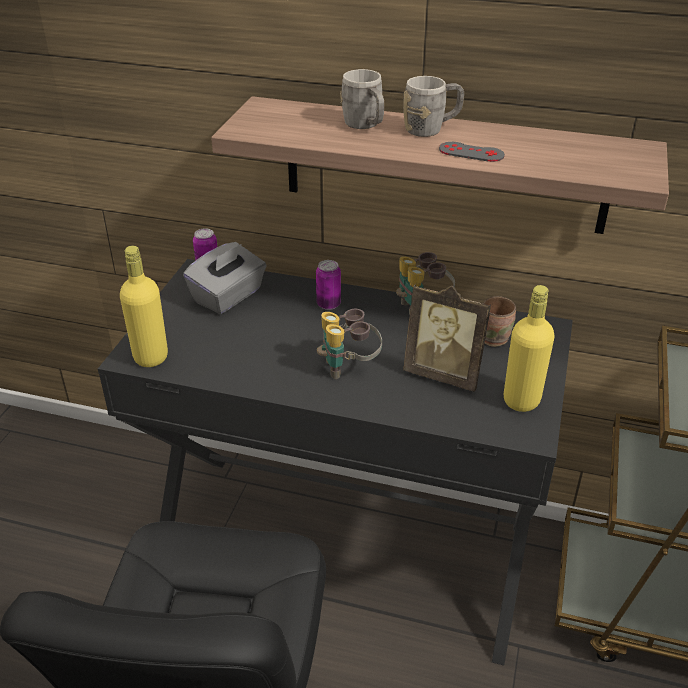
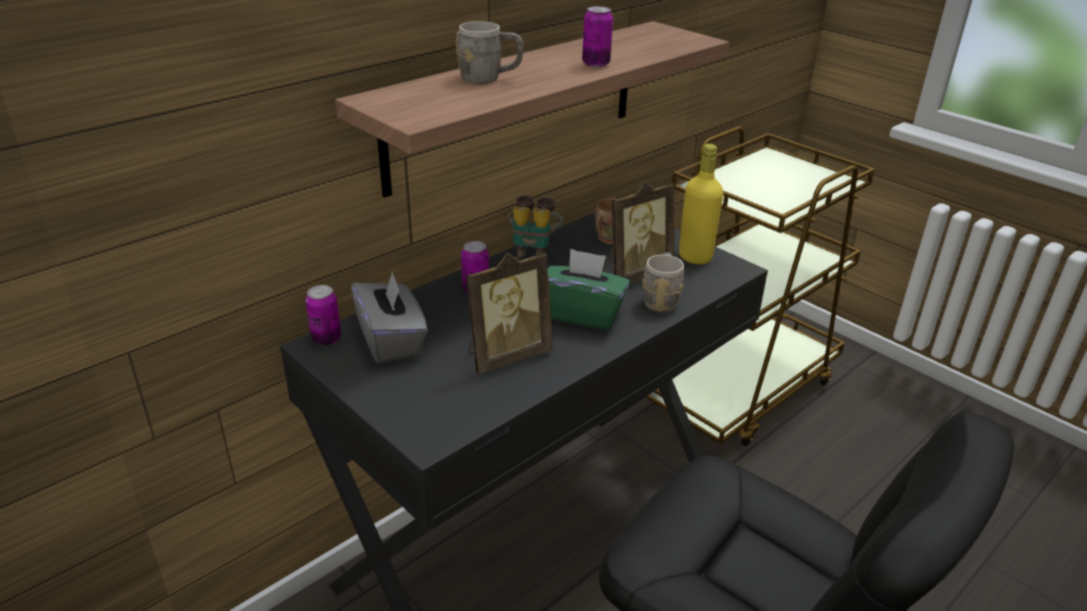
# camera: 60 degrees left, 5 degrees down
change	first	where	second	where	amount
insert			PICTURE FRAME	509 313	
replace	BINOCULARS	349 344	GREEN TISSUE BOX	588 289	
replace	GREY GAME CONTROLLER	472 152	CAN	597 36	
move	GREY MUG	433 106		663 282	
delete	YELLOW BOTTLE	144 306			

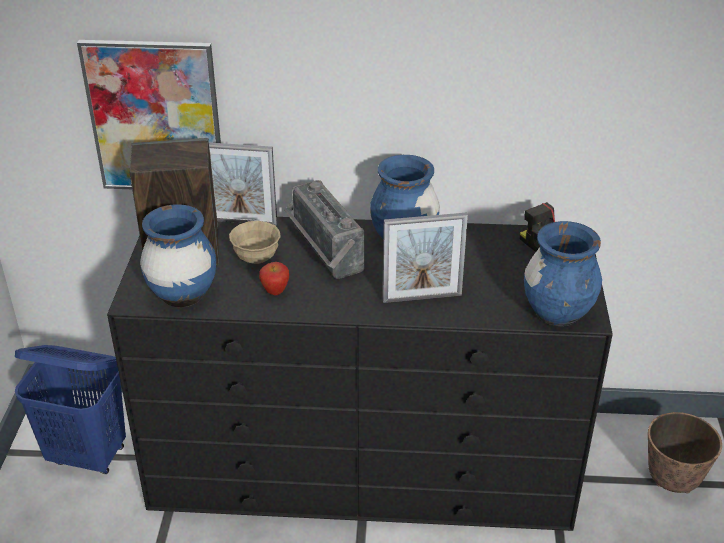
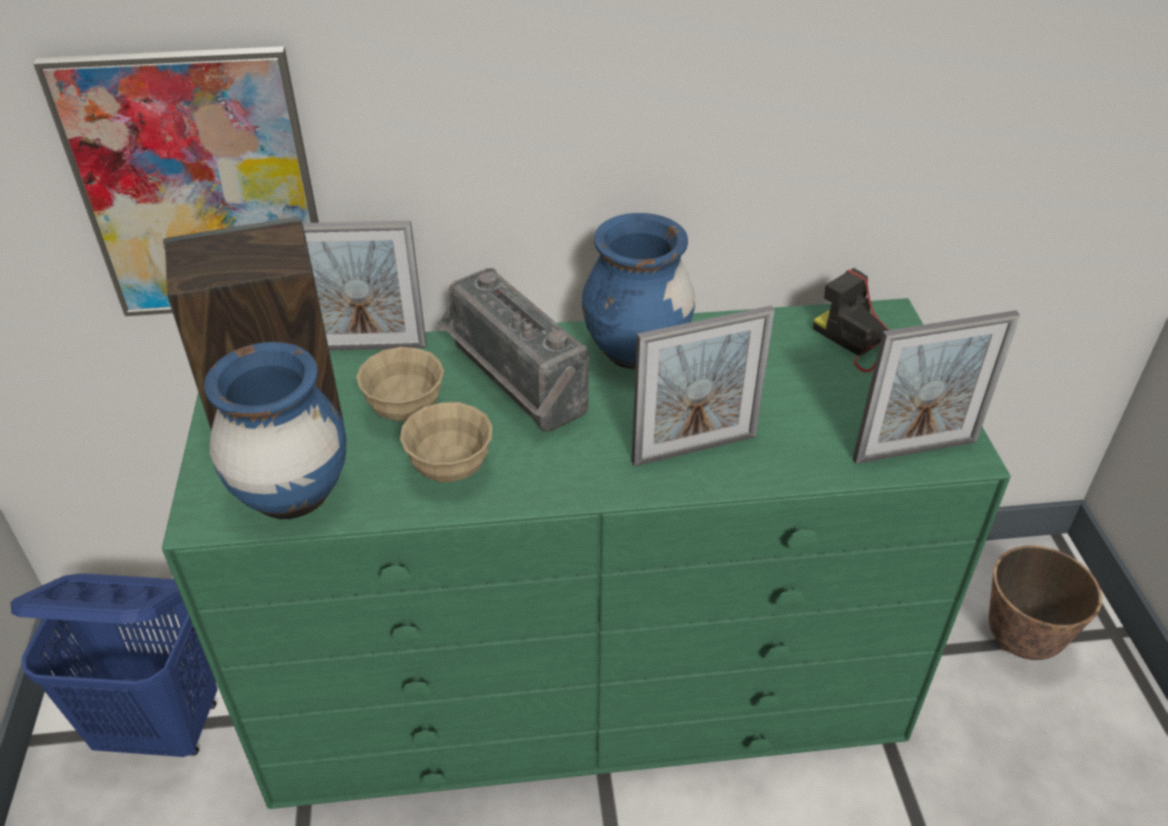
# camera: 10 degrees left, 5 degrees up
change	first	where	second	where	amount
recolor	BLACK DRESSER	360 374	GREEN DRESSER	586 553	
replace	APPLE	274 278	BEIGE BOWL	446 442	
replace	BLUE VASE	563 273	PICTURE FRAME	936 387	

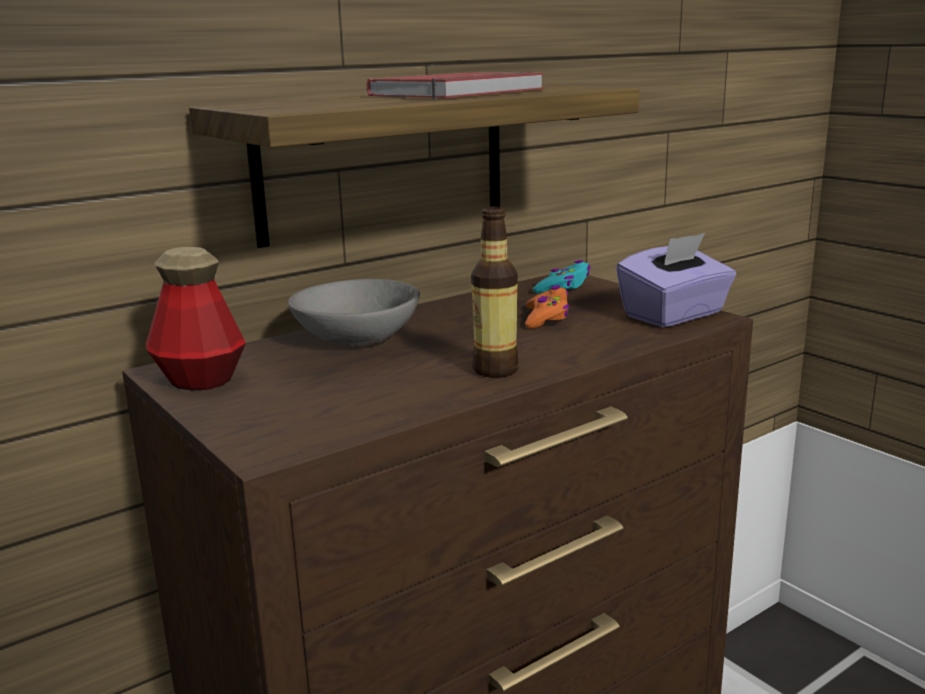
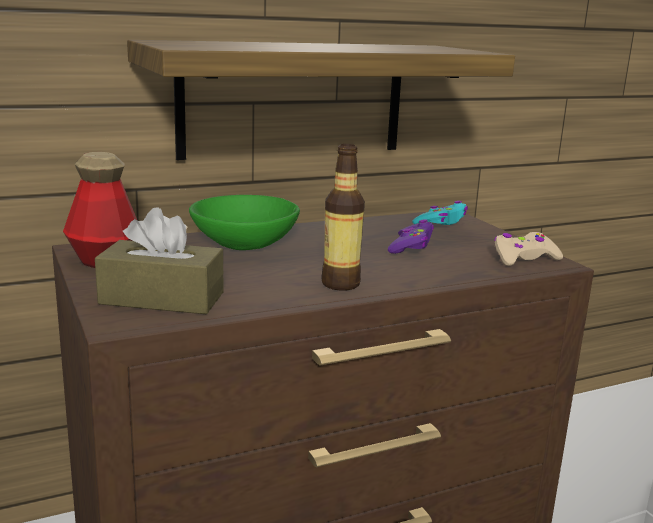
# camera: 10 degrees right, 0 degrees up
change	first	where	second	where	amount
insert			BROWN TISSUE BOX	159 260	
recolor	GREY BOWL	354 313	GREEN BOWL	244 222	
recolor	ORANGE GAME CONTROLLER	547 307	PURPLE GAME CONTROLLER	411 236	
replace	PURPLE TISSUE BOX	676 280	BEIGE GAME CONTROLLER	528 249	
delete	RED BOOK	455 85			

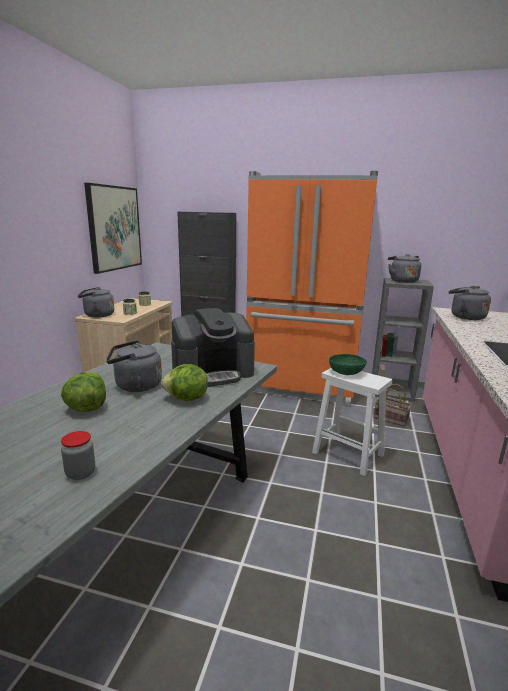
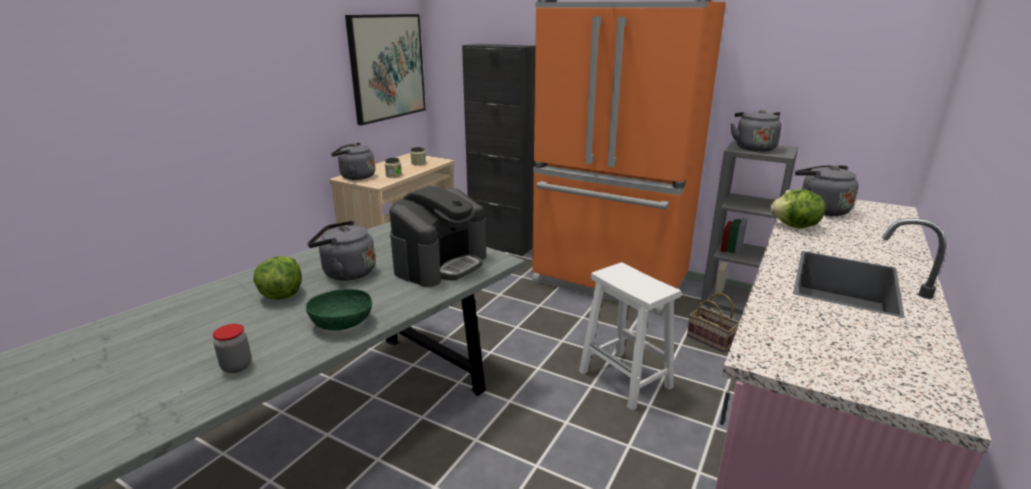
# camera: 15 degrees right, 5 degrees up
change	first	where	second	where	amount
move	GREEN BOWL	348 364		339 309	
rotate	COFFEE MACHINE	213 347		437 236	45 degrees counterclockwise
move	LETTUCE	184 382		797 209	

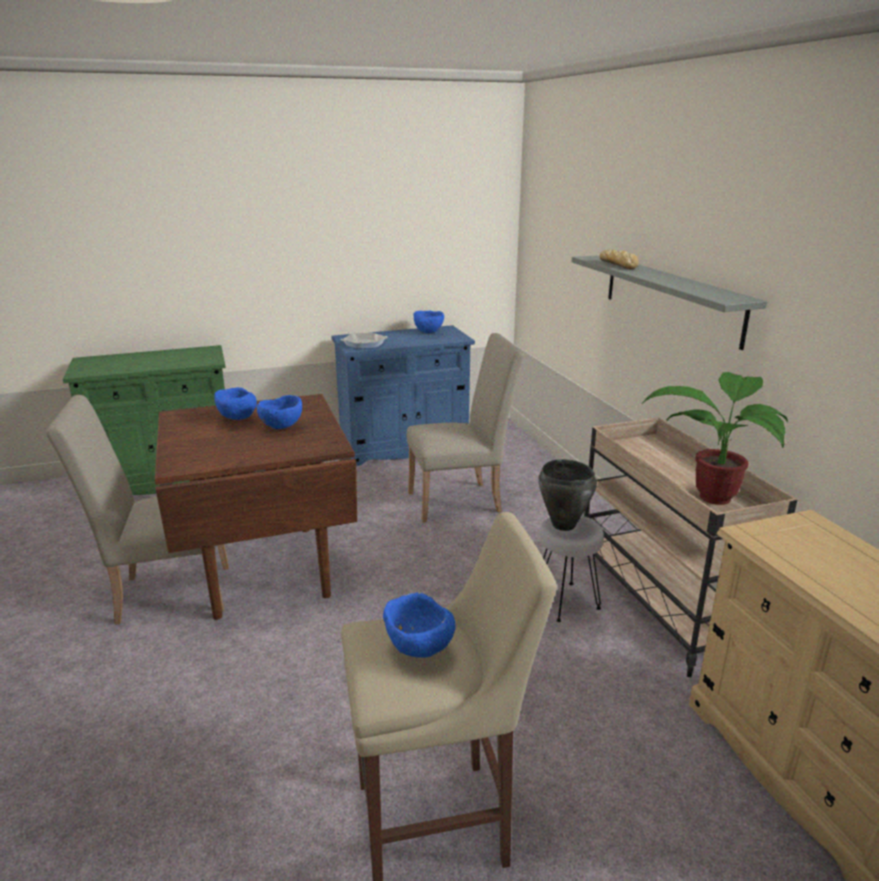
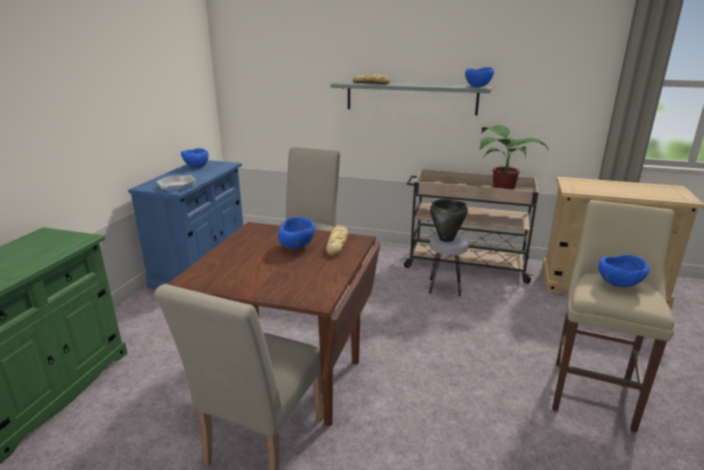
# camera: 55 degrees left, 0 degrees up
change	first	where	second	where	amount
insert			BREAD	336 241	
move	BLUE BOWL	235 403		479 77	

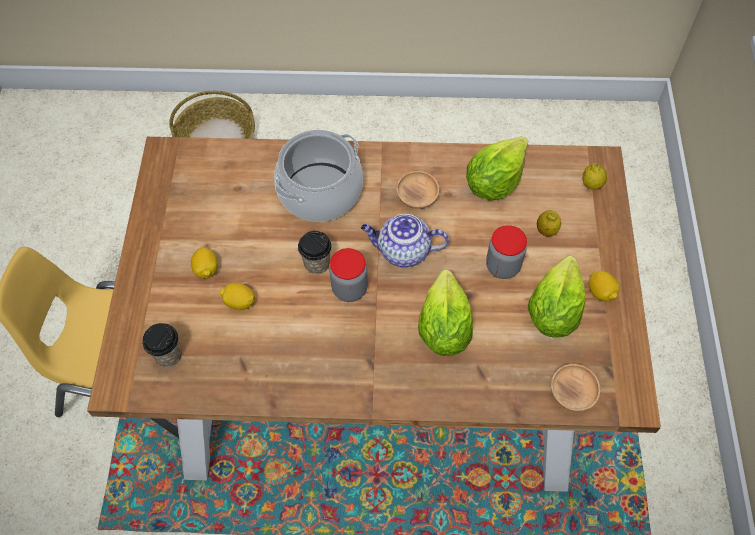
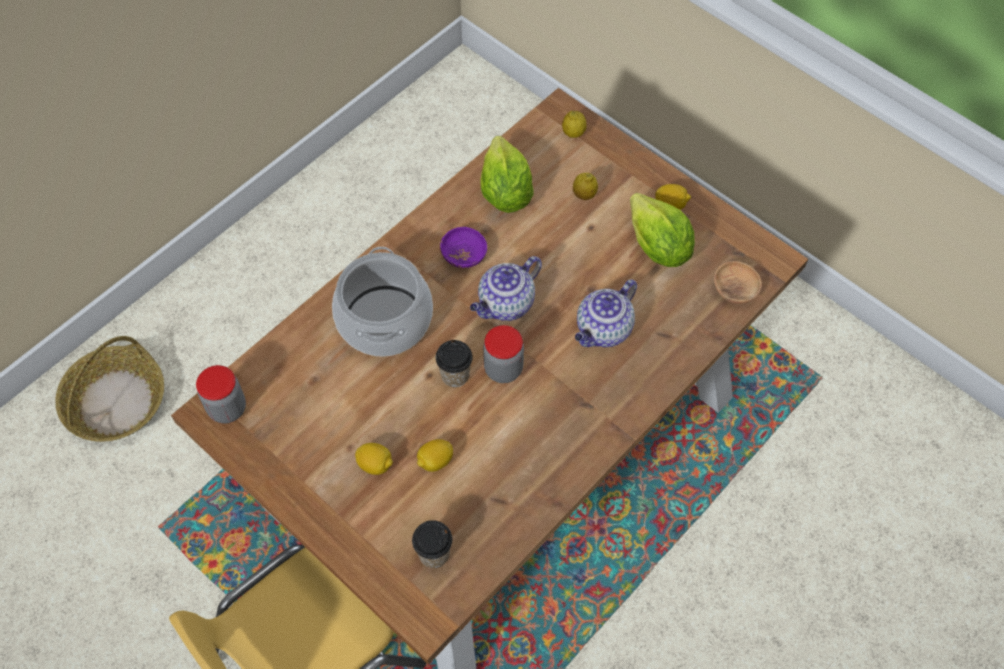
# camera: 50 degrees left, 0 degrees up
change	first	where	second	where	amount
move	JAR	506 252		221 394	
recolor	BROWN BOWL	417 190	PURPLE BOWL	463 247	
replace	LETTUCE	445 313	TEAPOT	606 313	

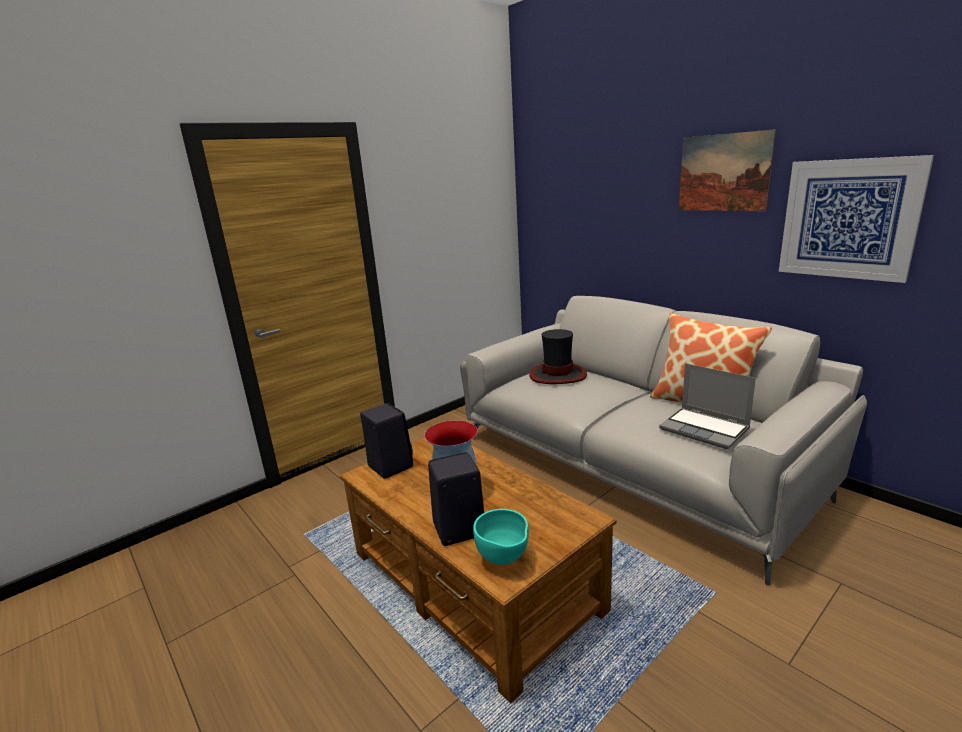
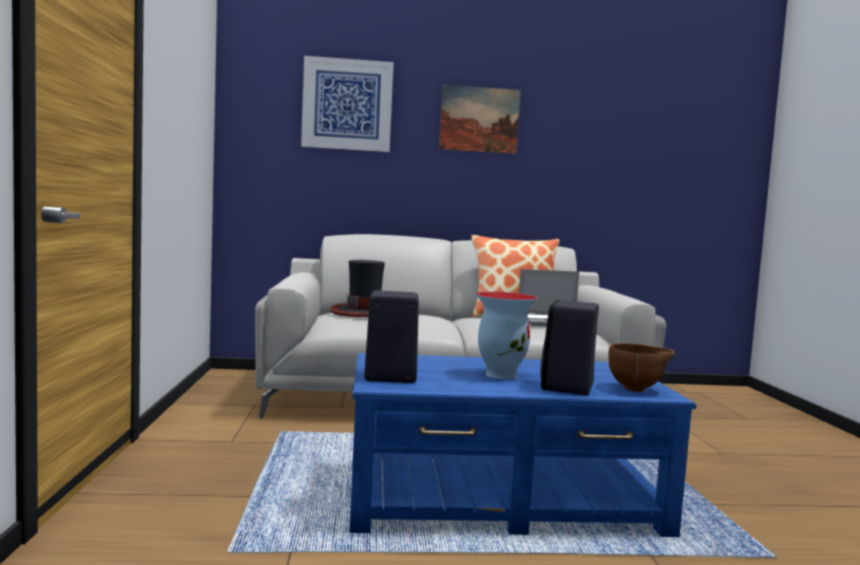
# camera: 55 degrees left, 15 degrees down
change	first	where	second	where	amount
move	PICTURE	856 219		347 104	
recolor	BROWN COFFEE TABLE	478 571	BLUE COFFEE TABLE	523 445	
recolor	TURQUOISE BOWL	501 537	BROWN BOWL	641 367	

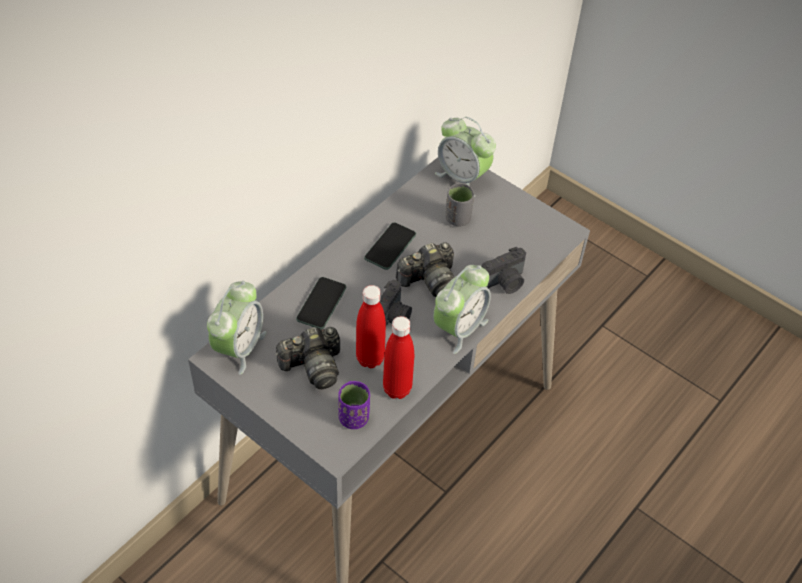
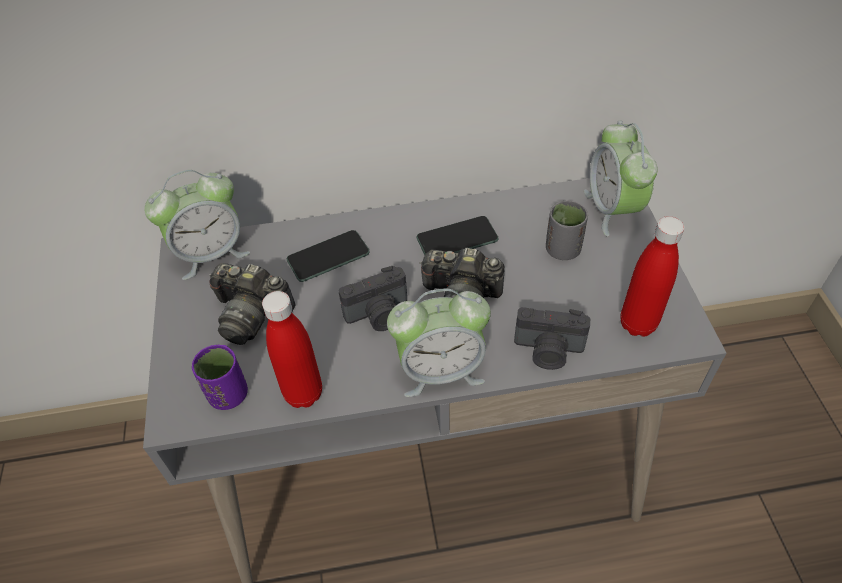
# camera: 45 degrees right, 0 degrees up
change	first	where	second	where	amount
move	RED BOTTLE	371 326		652 276	

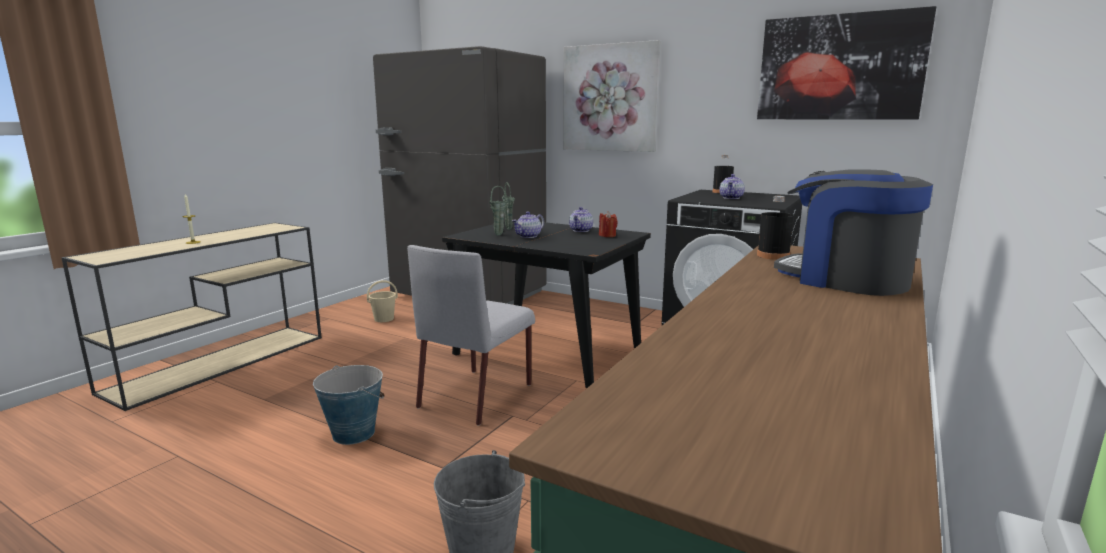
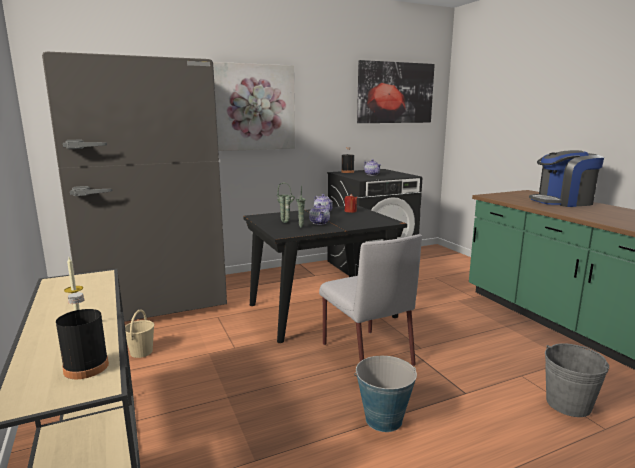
# camera: 55 degrees left, 0 degrees up
change	first	where	second	where	amount
move	BLACK BOTTLE	775 228		82 335	

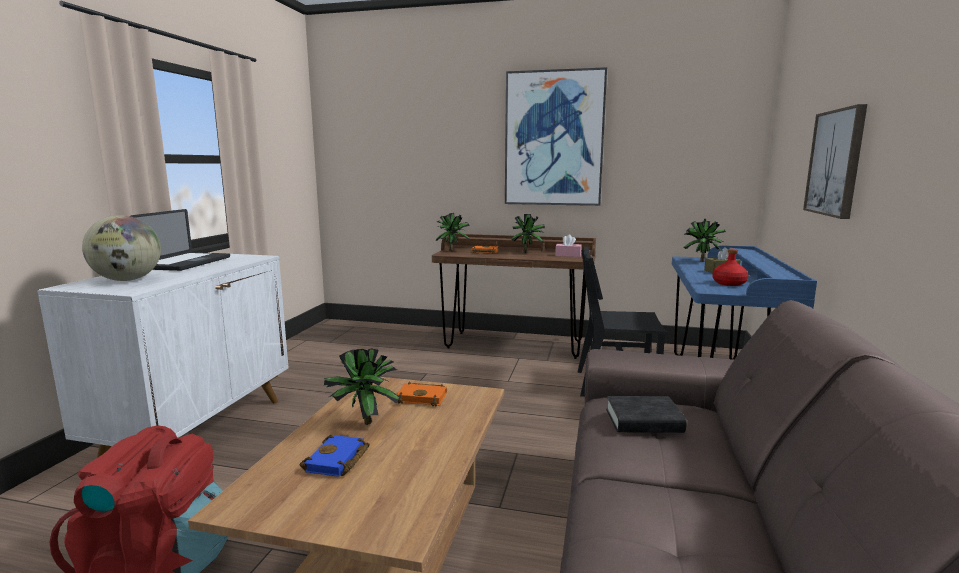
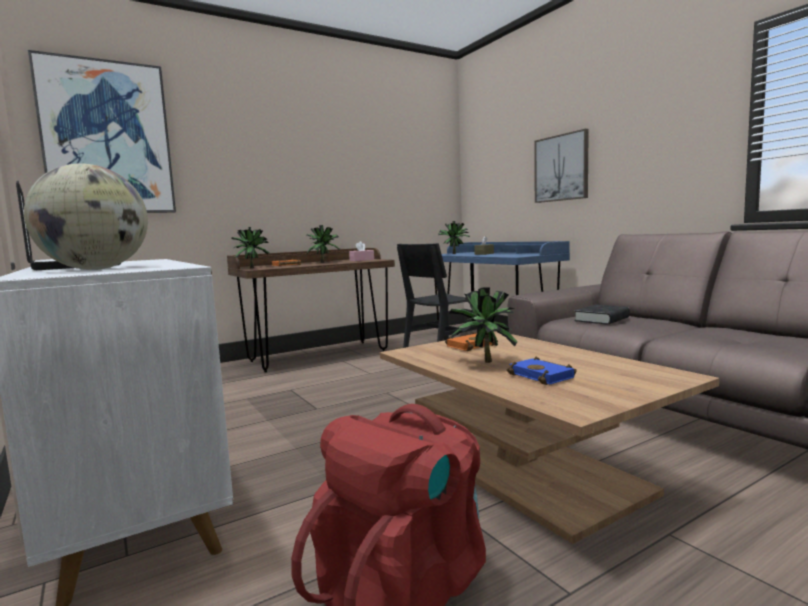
# camera: 45 degrees left, 5 degrees down
change	first	where	second	where	amount
move	PICTURE	556 136		102 131	
delete	RED BOTTLE	730 267			

